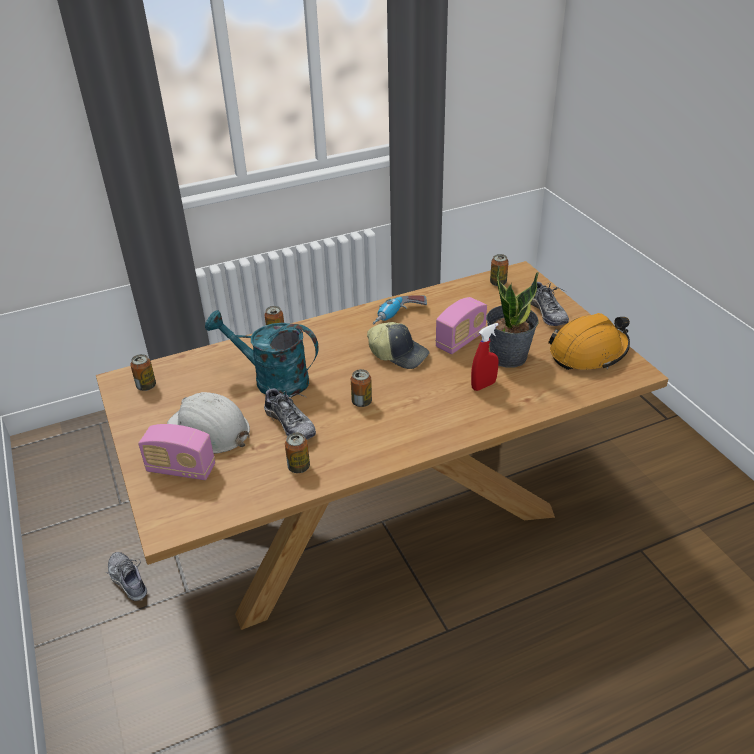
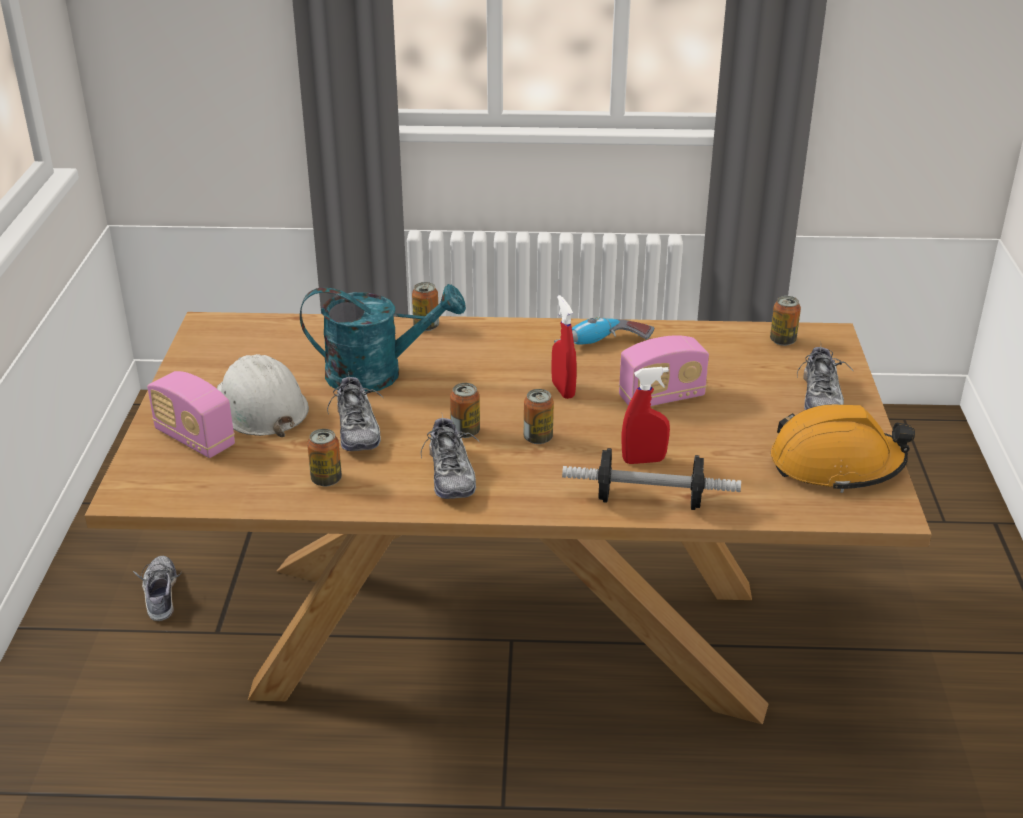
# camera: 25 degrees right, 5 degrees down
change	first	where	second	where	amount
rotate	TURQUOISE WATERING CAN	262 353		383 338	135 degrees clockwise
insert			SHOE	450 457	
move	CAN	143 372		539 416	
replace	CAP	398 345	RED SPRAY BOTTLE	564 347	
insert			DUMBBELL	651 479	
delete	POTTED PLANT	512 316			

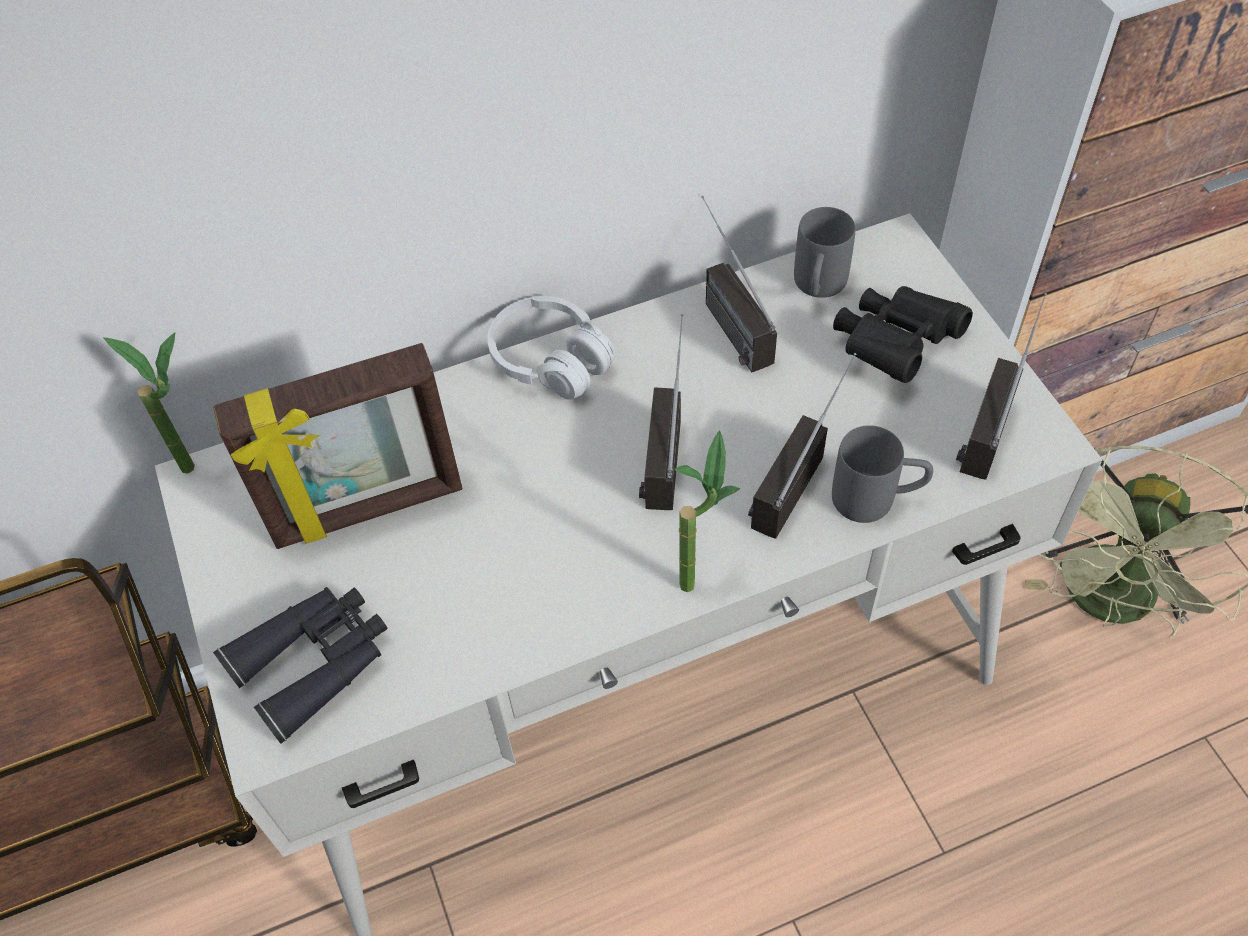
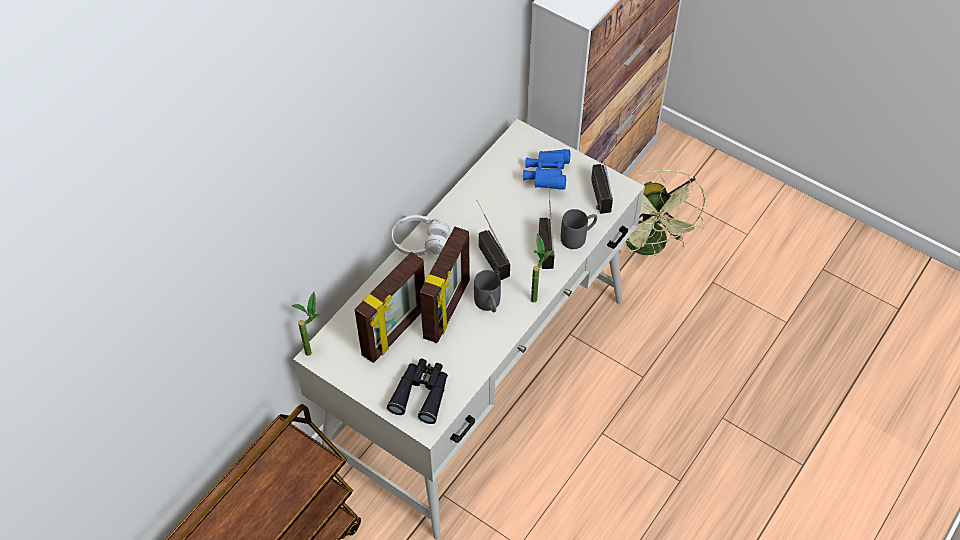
# camera: 35 degrees left, 0 degrees up
change	first	where	second	where	amount
insert			PICTURE FRAME	445 285	
move	GREY MUG	824 252		487 291	
recolor	BLACK BINOCULARS	903 334	BLUE BINOCULARS	546 169	
delete	RADIO	739 284			

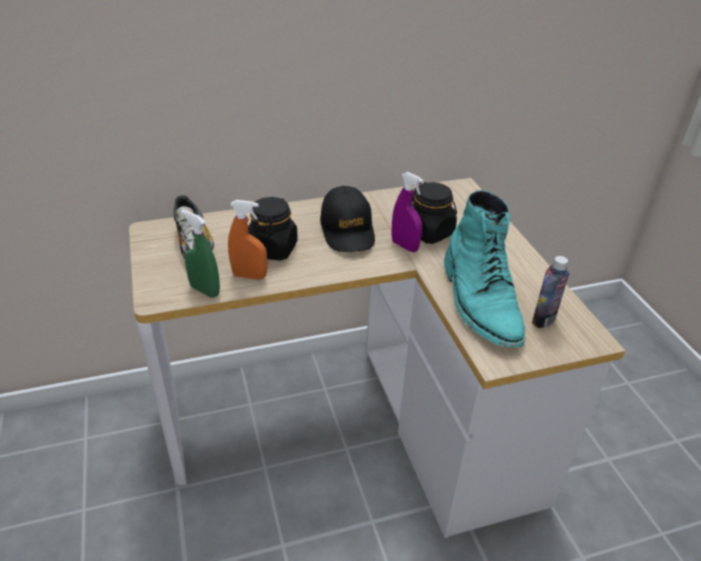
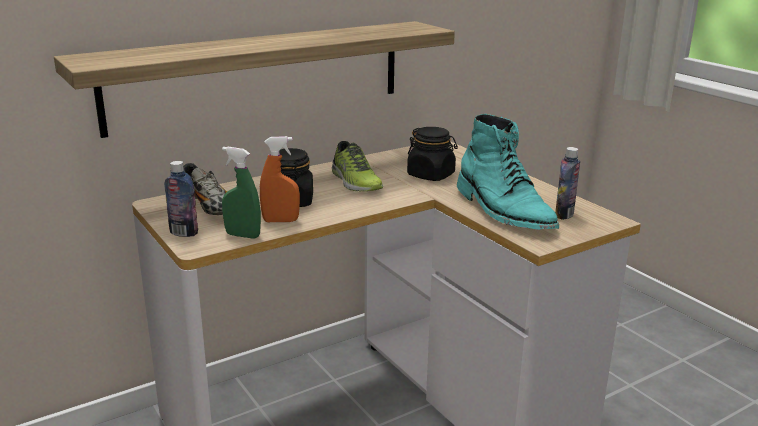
# camera: 15 degrees left, 15 degrees down
change	first	where	second	where	amount
insert			SHELF	254 79	
insert			BOTTLE	181 199	
replace	BLACK CAP	347 219	SHOE	357 166	
delete	PURPLE SPRAY BOTTLE	407 212			

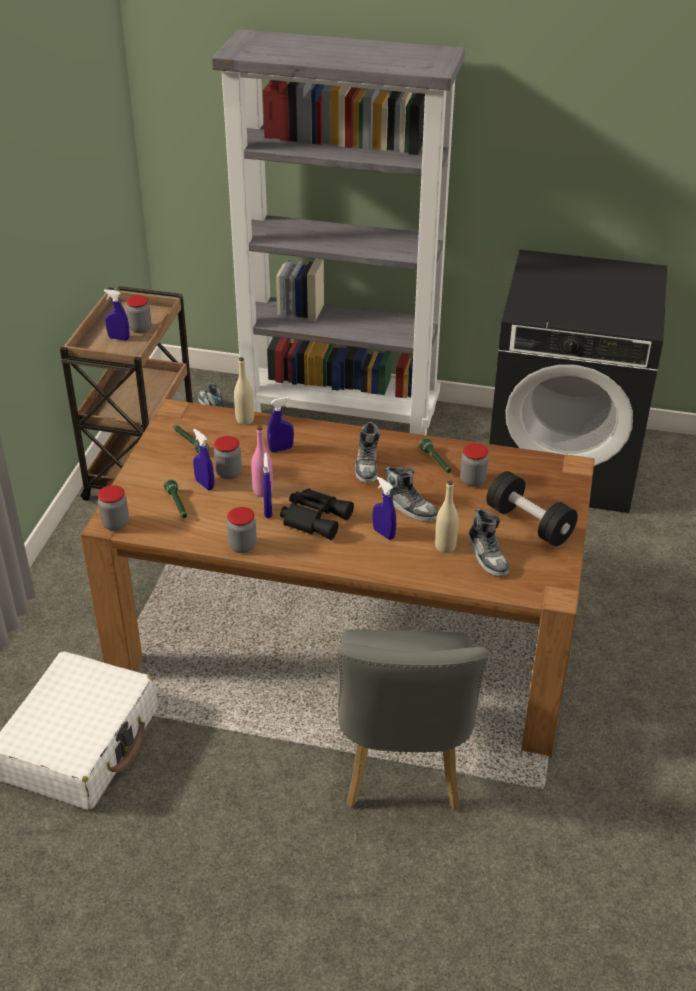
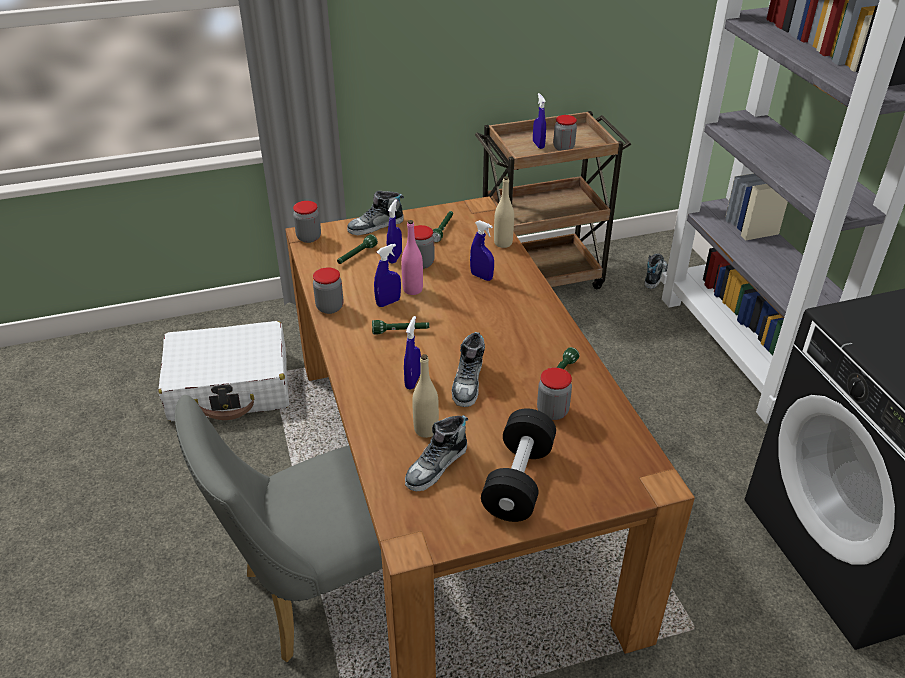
# camera: 60 degrees right, 0 degrees up
change	first	where	second	where	amount
move	SHOE	367 452		375 213	
replace	BLACK BINOCULARS	317 514	GREEN FLASHLIGHT	400 327	

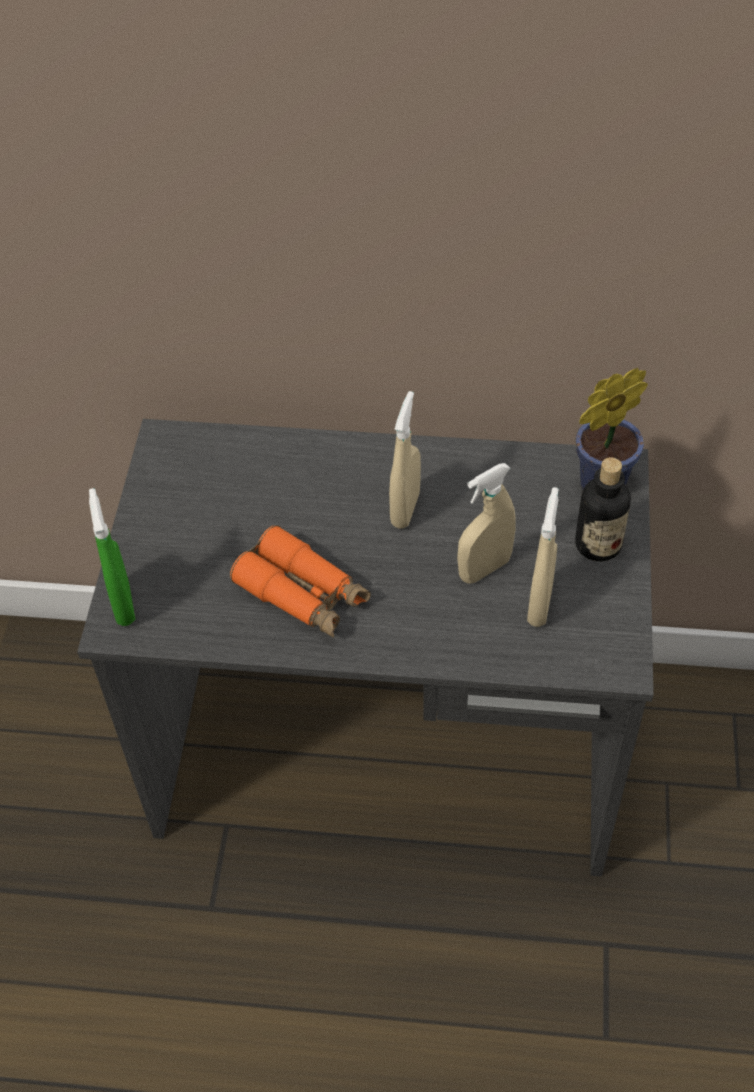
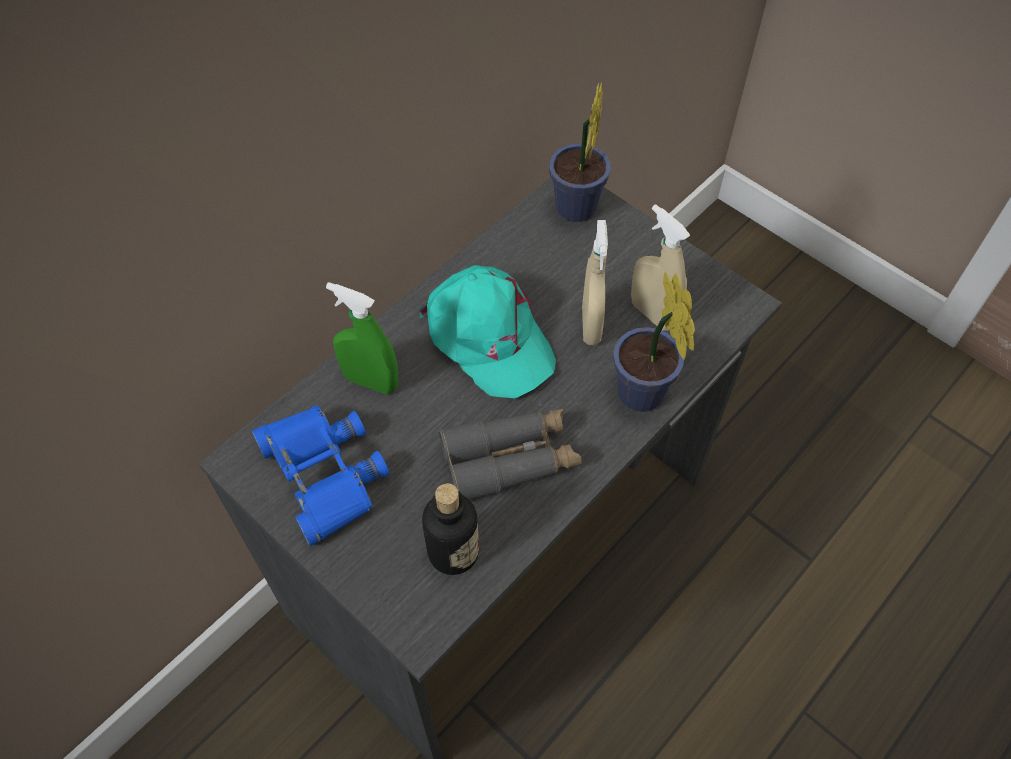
# camera: 55 degrees left, 5 degrees up
change	first	where	second	where	amount
insert			BLUE BINOCULARS	320 475	
move	GREEN SPRAY BOTTLE	112 557		362 338	
replace	BEIGE SPRAY BOTTLE	405 460	TURQUOISE CAP	487 332	
move	BOTTLE	603 509		450 529	
recolor	ORANGE BINOCULARS	300 581	GREY BINOCULARS	510 453	
insert			POTTED PLANT	654 342	

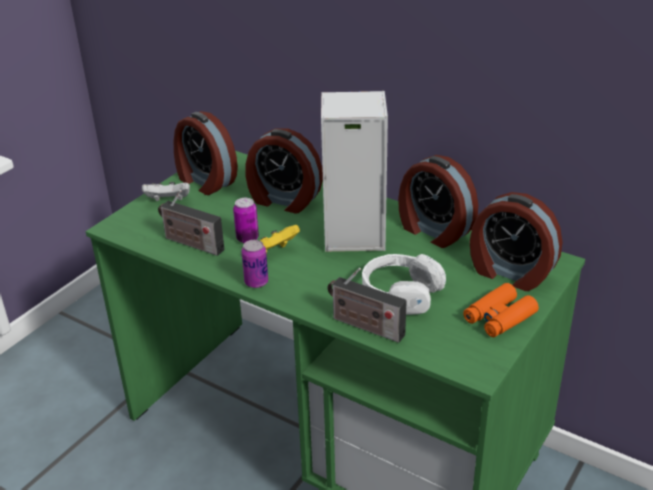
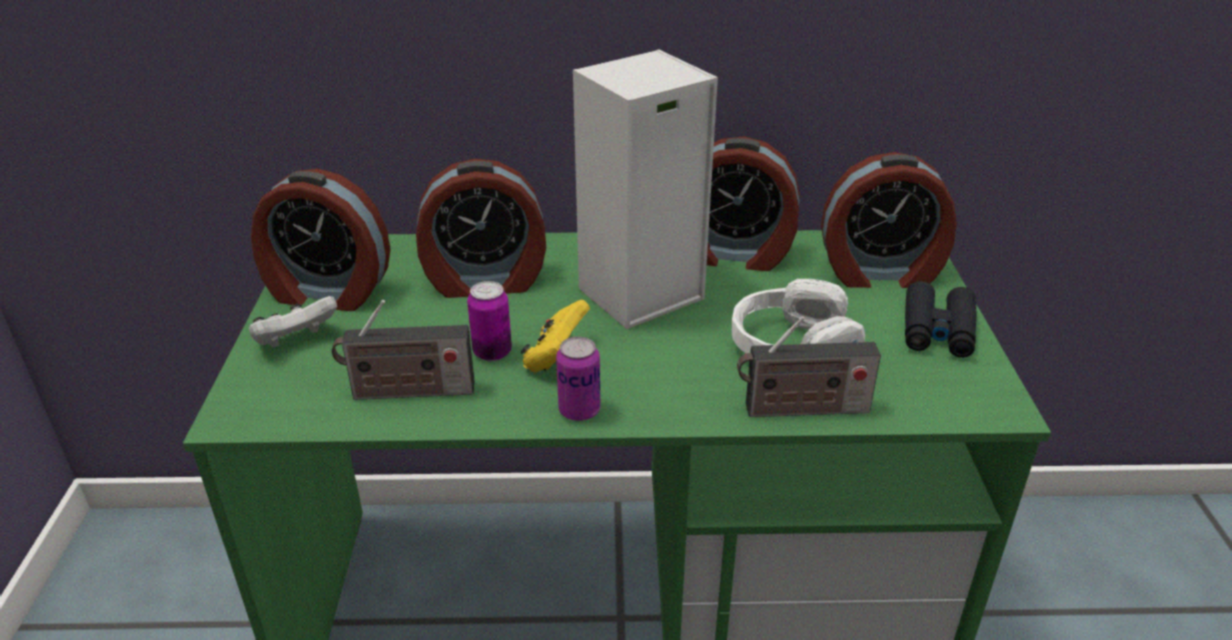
# camera: 35 degrees left, 0 degrees up
change	first	where	second	where	amount
recolor	ORANGE BINOCULARS	501 310	BLACK BINOCULARS	941 319	

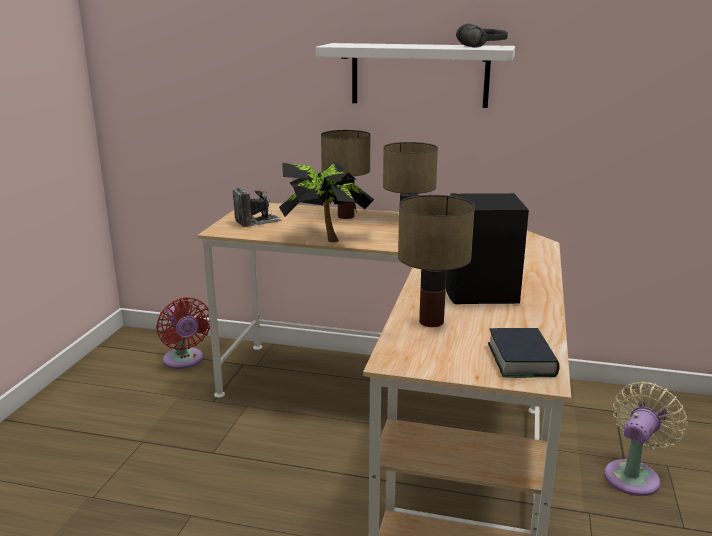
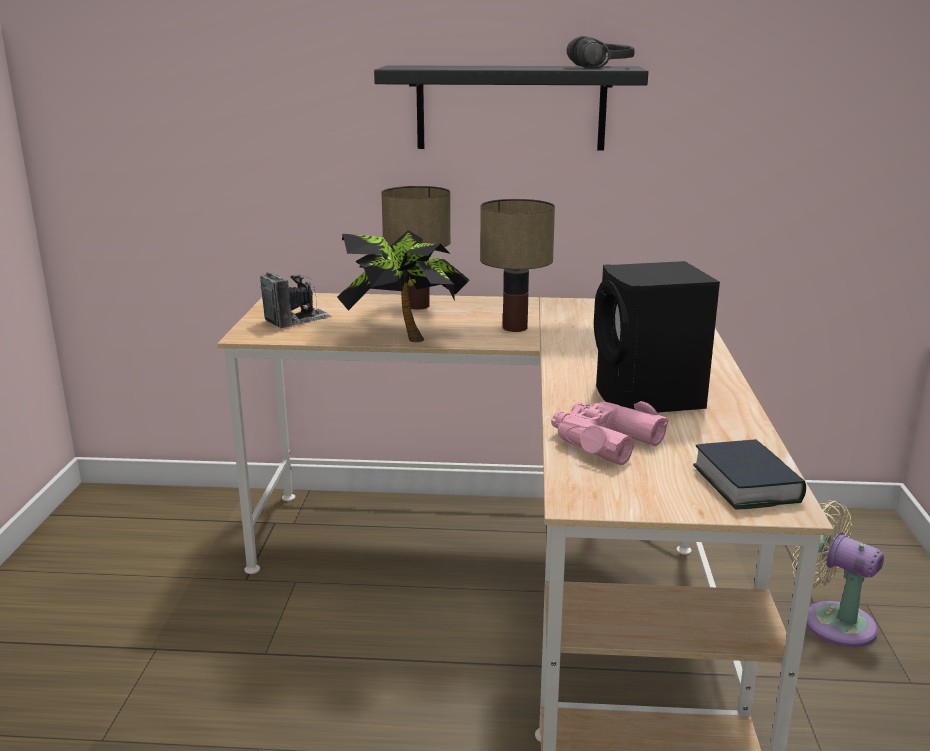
# camera: 10 degrees left, 0 degrees up
change	first	where	second	where	amount
recolor	WHITE SHELF	415 75	BLACK SHELF	511 108	
replace	TABLE LAMP	436 261	PINK BINOCULARS	610 433	
rotate	BEIGE FAN	646 439		838 573	75 degrees counterclockwise
delete	RED FAN	183 333			

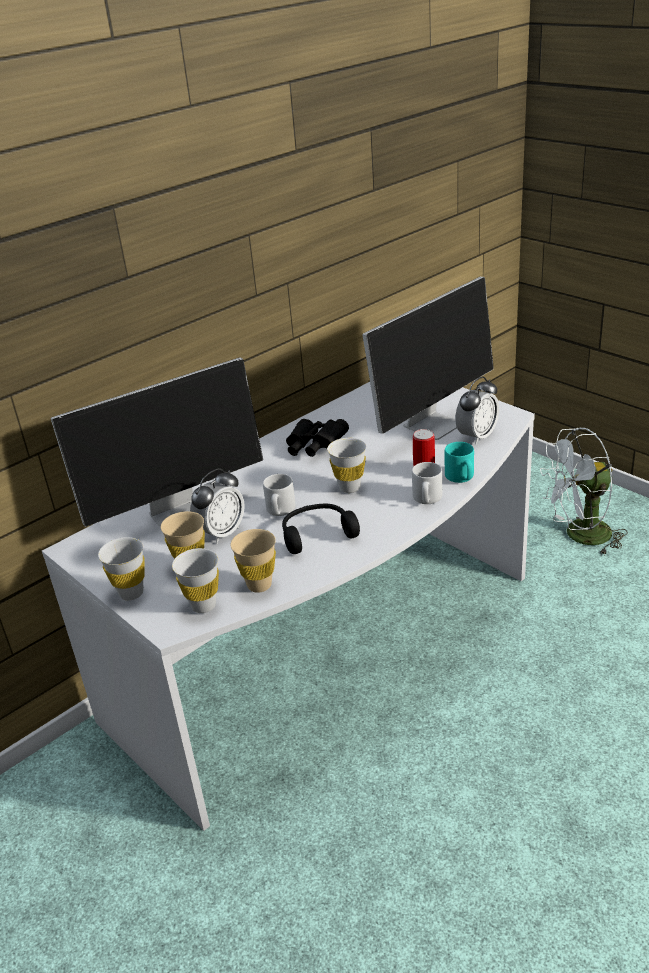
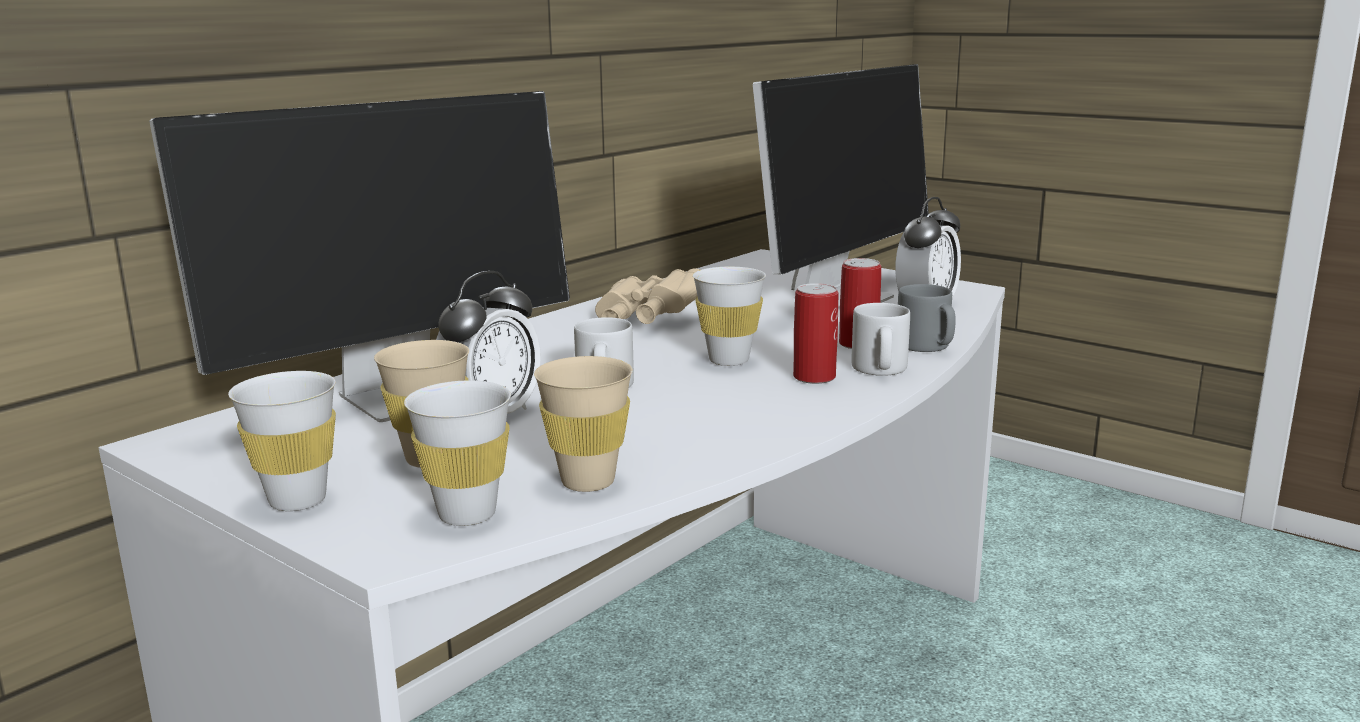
# camera: 10 degrees left, 15 degrees down
change	first	where	second	where	amount
recolor	BLACK BINOCULARS	317 438	BEIGE BINOCULARS	647 296	
insert			CAN	815 333	
recolor	TURQUOISE MUG	459 462	GREY MUG	927 318	
delete	BLACK HEADPHONES	321 529			
delete	WHITE FAN	584 492			

